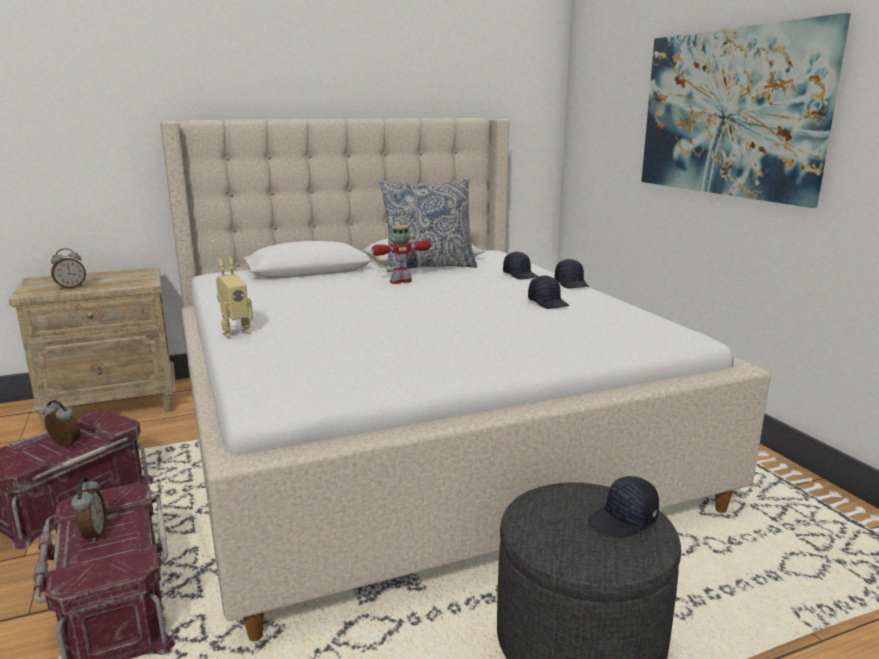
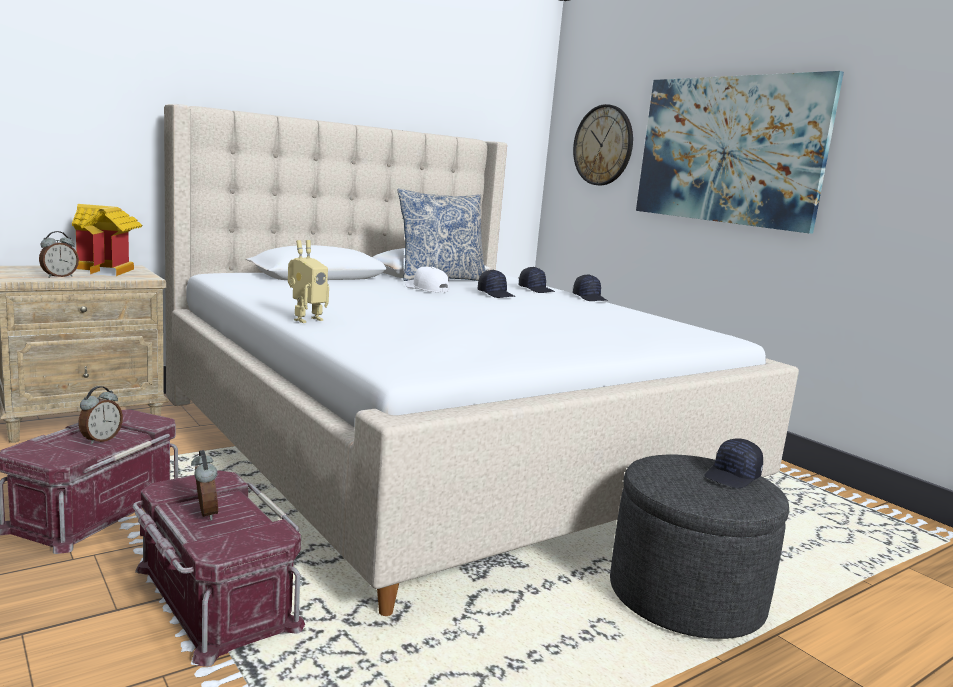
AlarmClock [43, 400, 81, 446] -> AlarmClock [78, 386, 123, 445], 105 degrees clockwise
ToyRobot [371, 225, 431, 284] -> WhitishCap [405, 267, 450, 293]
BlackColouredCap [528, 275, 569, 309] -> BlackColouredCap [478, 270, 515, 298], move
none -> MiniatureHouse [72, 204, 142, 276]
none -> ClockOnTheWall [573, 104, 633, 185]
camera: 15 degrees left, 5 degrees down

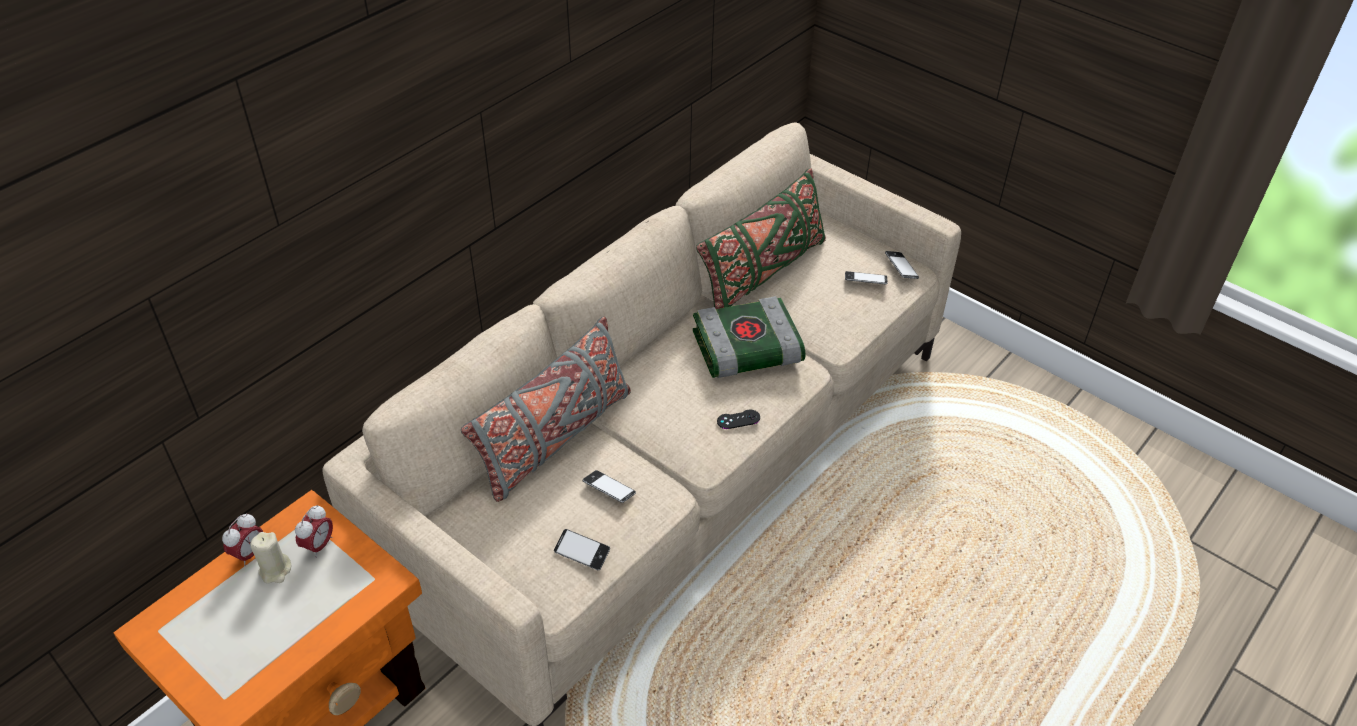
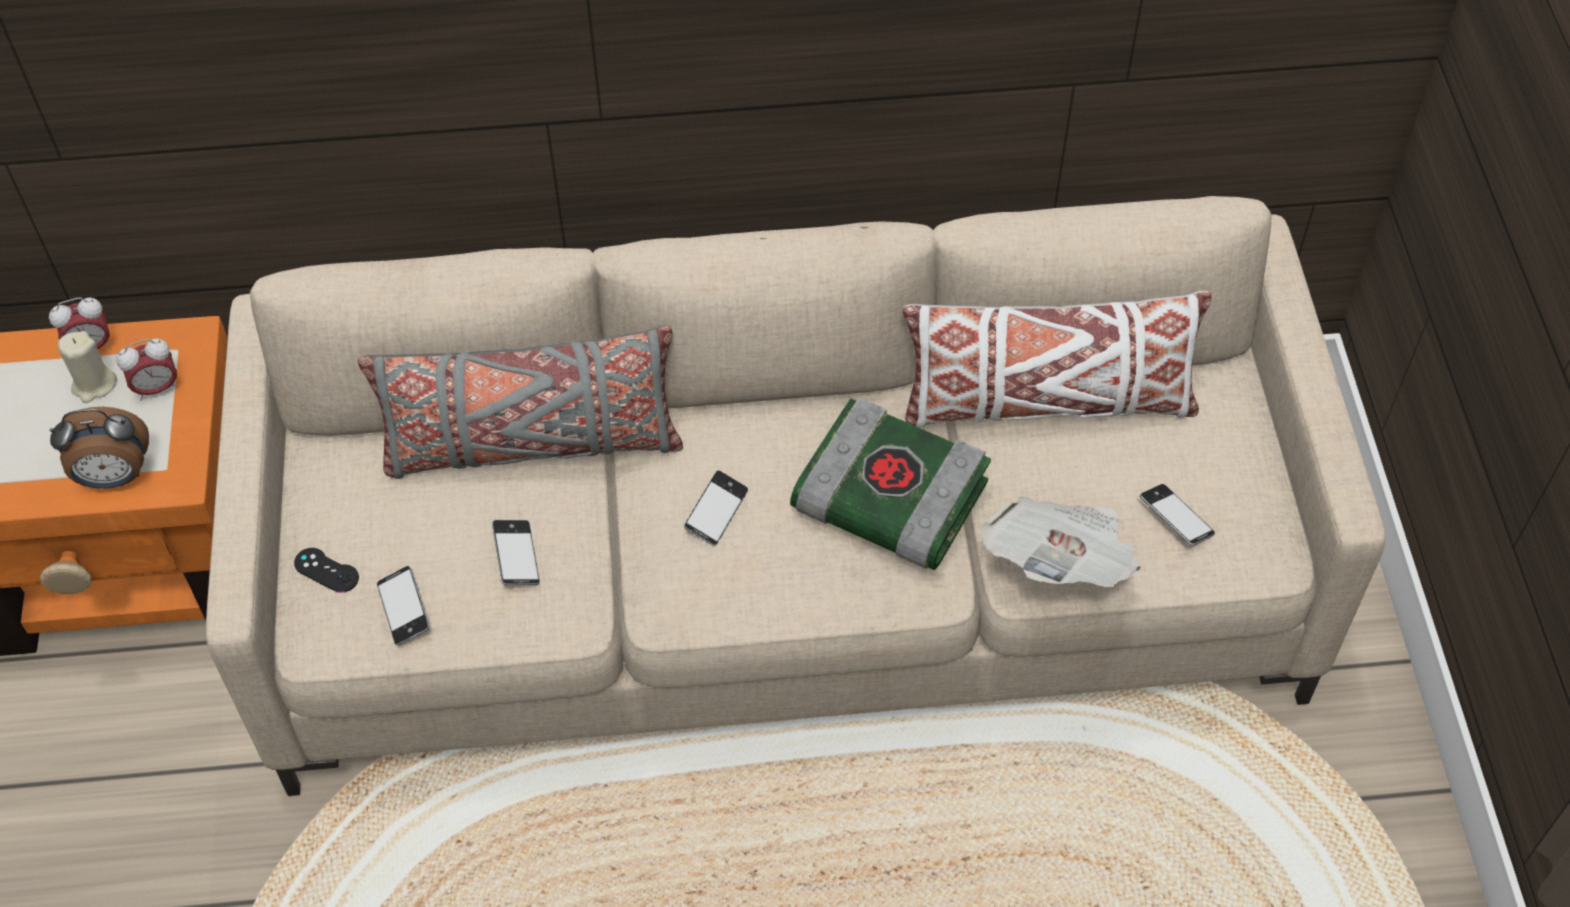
GreenColouredPillow [696, 168, 826, 309] -> WhitishPillow [902, 291, 1211, 428]
BlackColouredGamepad [717, 409, 760, 429] -> BlackColouredGamepad [294, 548, 359, 593], move
Telephone [885, 251, 919, 279] -> Telephone [684, 470, 748, 546], move
none -> AlarmClock [50, 407, 149, 489]
none -> PrintedPaper [980, 496, 1140, 587]
camera: 45 degrees right, 10 degrees up

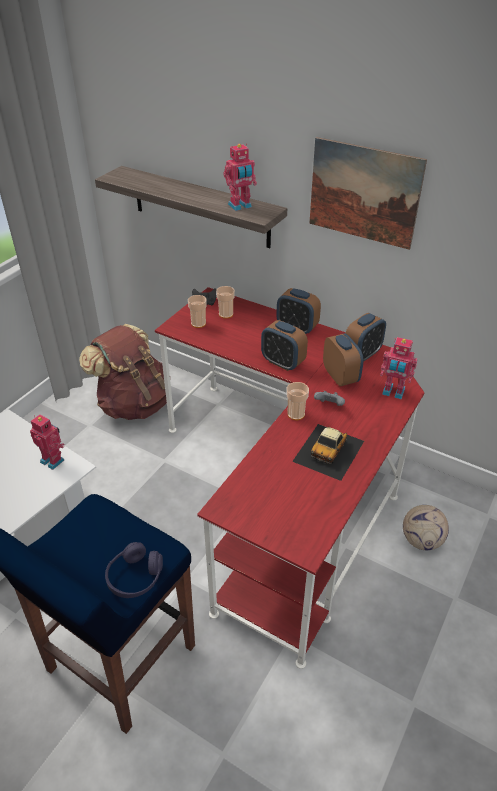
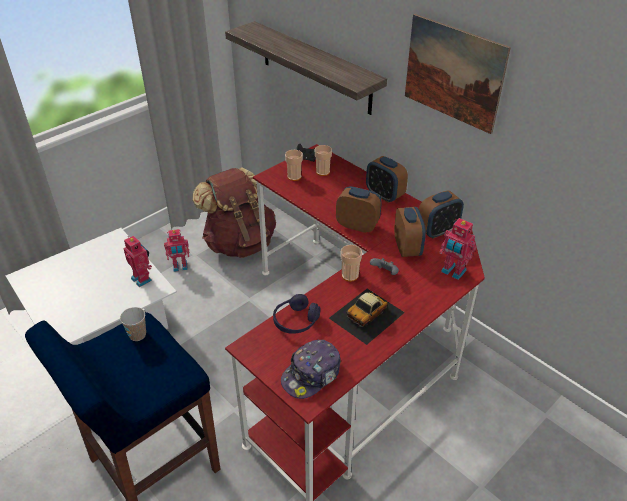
PurpleColouredPairOfHeadphones [105, 542, 163, 598] -> PurpleColouredPairOfHeadphones [273, 294, 321, 334], move
ToyRobot [223, 144, 257, 211] -> ToyRobot [164, 229, 189, 272], move
AlarmClock [261, 320, 308, 371] -> AlarmClock [336, 186, 382, 233], 150 degrees clockwise
BallForFootball [403, 505, 449, 550] -> none
none -> Cup [120, 307, 146, 341]
none -> Cap [281, 340, 341, 399]
camera: 15 degrees right, 0 degrees up

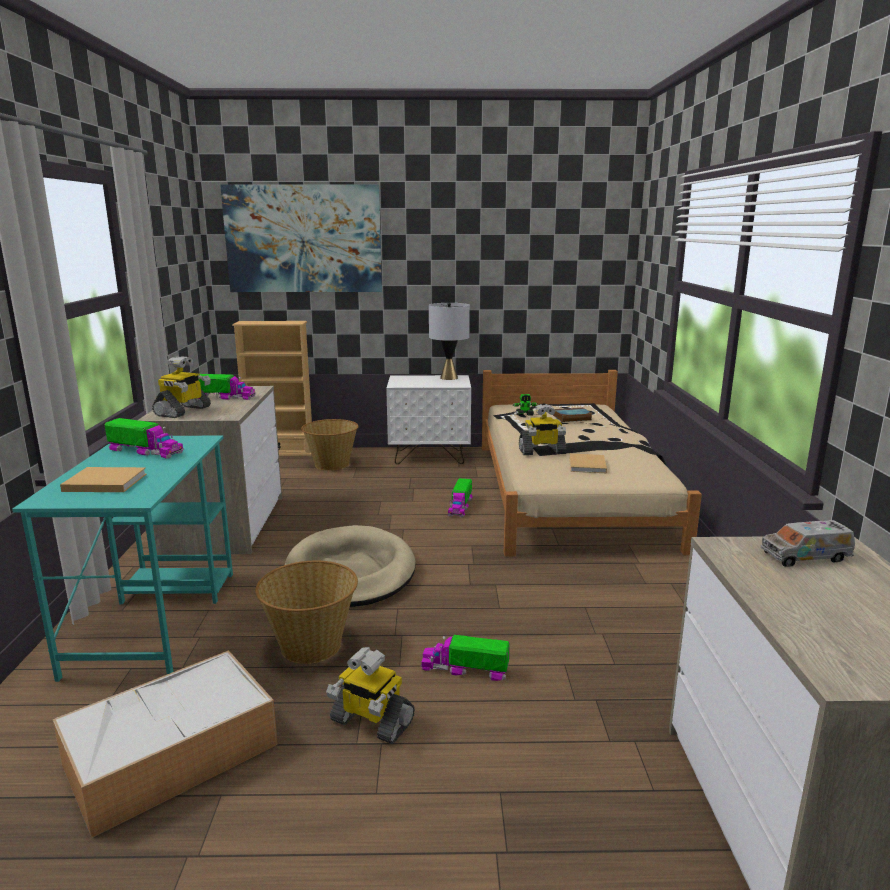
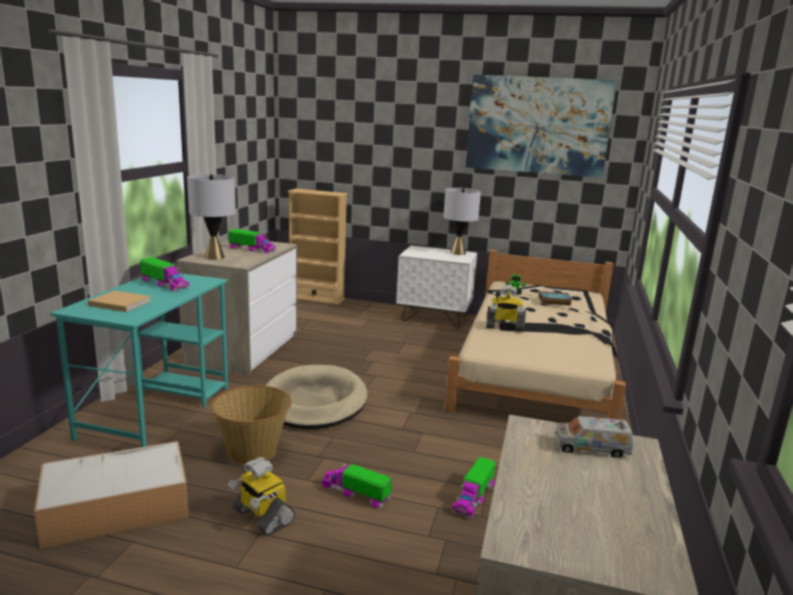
ToyRobot [152, 356, 211, 418] -> GreyishTabletopLamp [187, 174, 236, 260]
WallArt [220, 184, 382, 292] -> WallArt [466, 74, 617, 178], move
StorageBasket [301, 419, 359, 471] -> none
ToyTruck [448, 478, 473, 517] -> ToyTruck [452, 457, 495, 519], move
BeigeColouredBoundBook [569, 453, 607, 473] -> none
camera: 15 degrees right, 0 degrees up

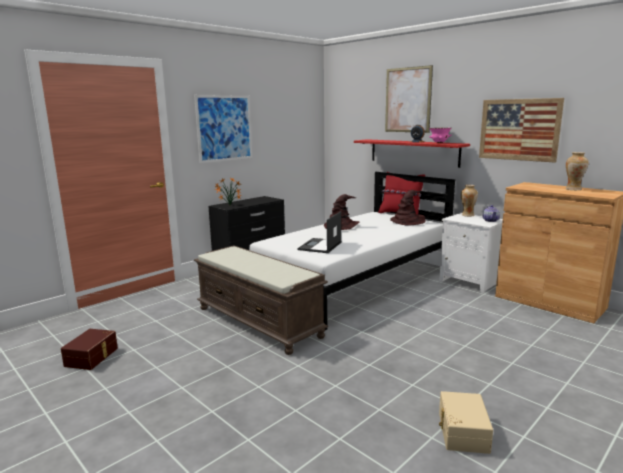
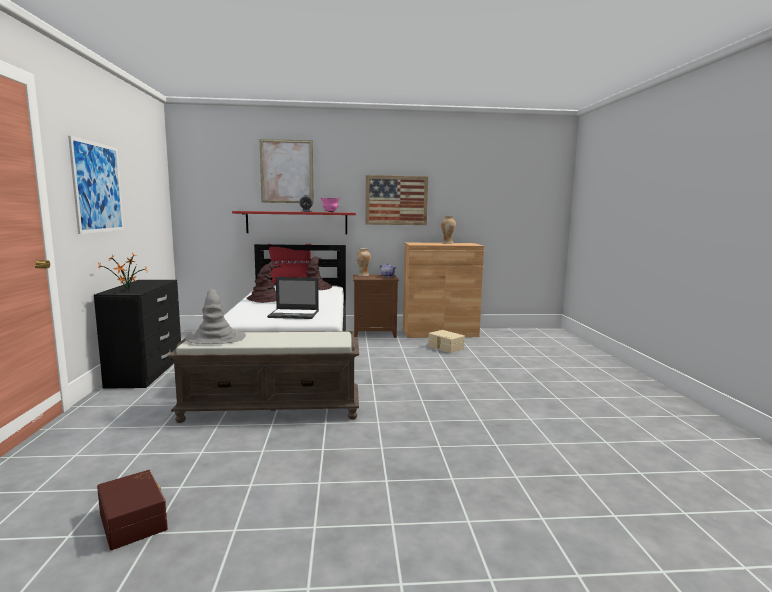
NotebookComputer [297, 211, 342, 253] -> NotebookComputer [267, 277, 319, 319], 60 degrees counterclockwise
WhitishNightTable [439, 213, 503, 293] -> BrownColouredNightTable [353, 275, 399, 338]
BeigeColouredStorageBin [439, 391, 493, 454] -> BeigeColouredStorageBin [428, 330, 465, 353], move
none -> GreyishWearableHat [185, 289, 246, 344]
camera: 50 degrees left, 5 degrees down

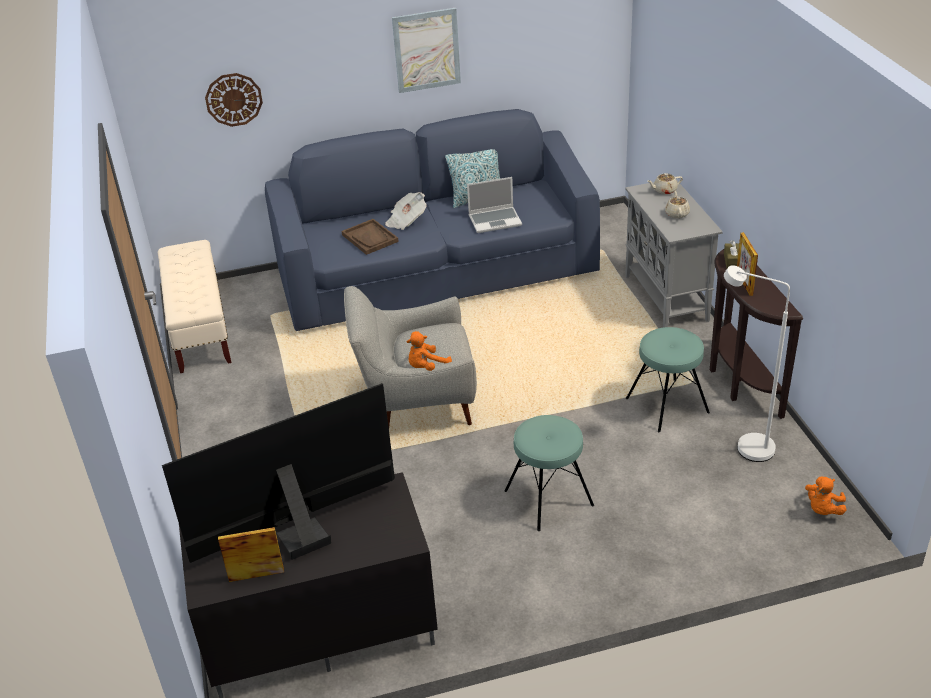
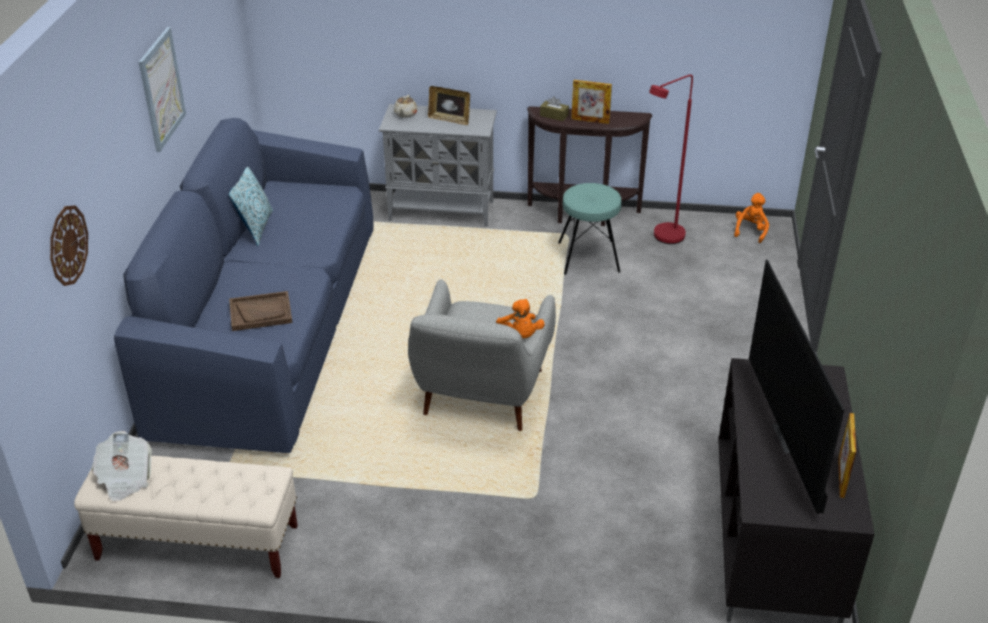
PrintedPaper [385, 192, 427, 230] -> PrintedPaper [91, 431, 152, 502], move
NotebookComputer [467, 177, 522, 233] -> none
BlueGreenStool [504, 415, 594, 531] -> none
BeigeColouredPotForTea [665, 191, 690, 219] -> PictureFrame [428, 86, 470, 125]
WhitishStandardLamp [724, 265, 790, 462] -> ReddishStandardLamp [649, 75, 693, 244]
OrangeySoftToy [805, 477, 846, 515] -> OrangeySoftToy [734, 193, 769, 243], 120 degrees counterclockwise
camera: 70 degrees left, 0 degrees up

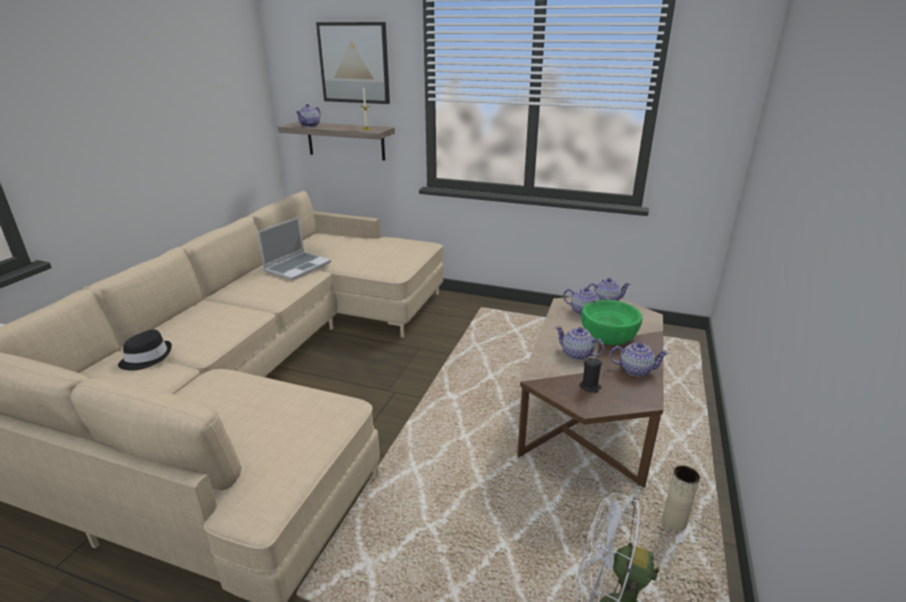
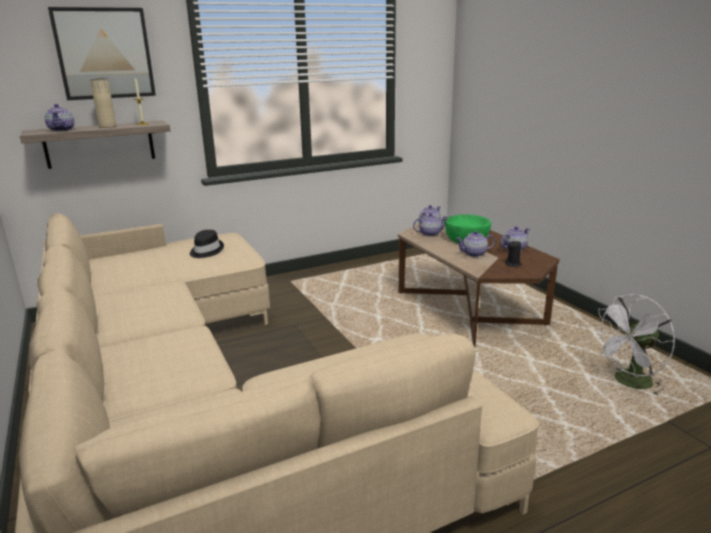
BlackColouredWearableHat [118, 329, 172, 371] -> BlackColouredWearableHat [190, 230, 224, 258], move
NotebookComputer [257, 217, 331, 280] -> none
BeigeColouredFlowerVase [662, 465, 700, 531] -> BeigeColouredFlowerVase [90, 78, 116, 128], move
camera: 45 degrees left, 5 degrees down

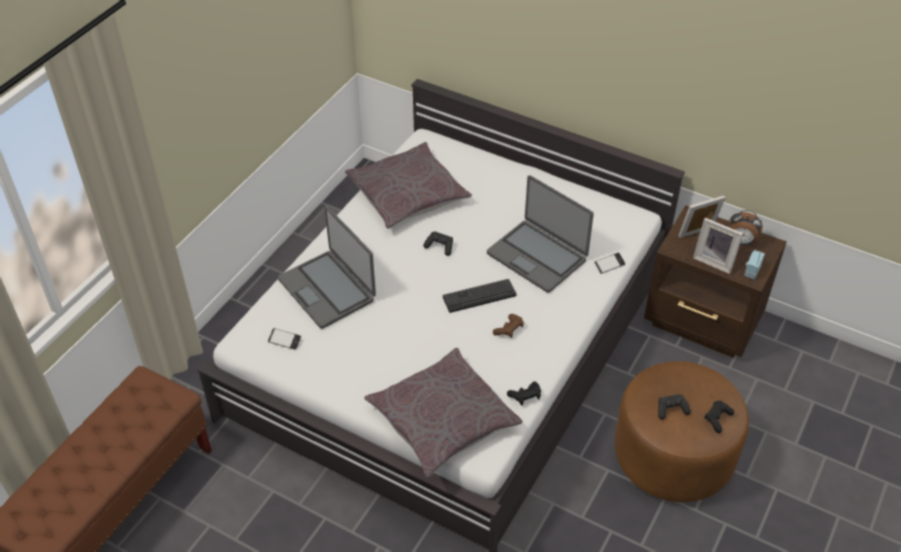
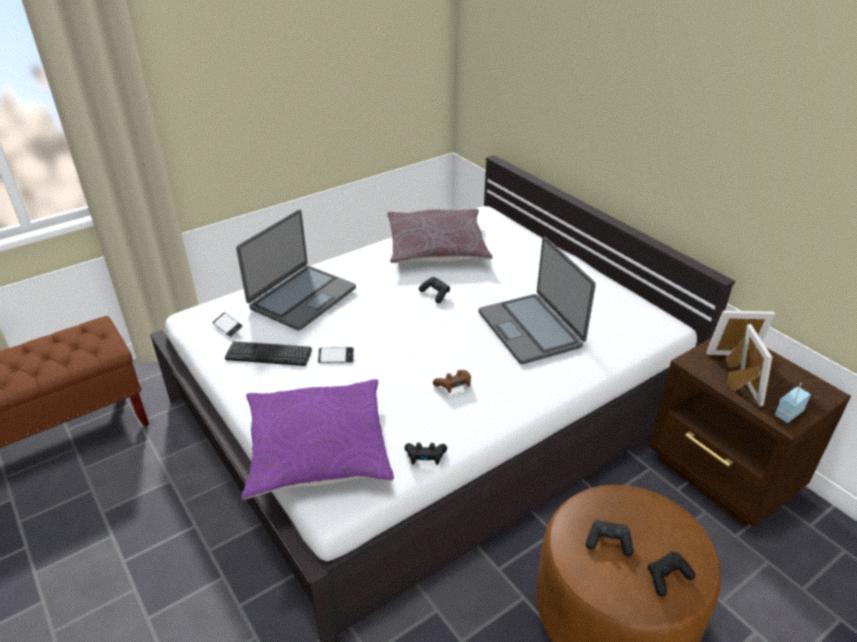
NotebookComputer [278, 206, 376, 329] -> NotebookComputer [236, 210, 356, 331], 135 degrees counterclockwise
GreyishPillow [364, 348, 522, 477] -> PurpleColouredPillow [241, 379, 394, 499]
ComputerKeyboard [443, 279, 516, 313] -> ComputerKeyboard [225, 341, 312, 366], move
Telephone [594, 253, 625, 274] -> Telephone [318, 347, 354, 363], move
PictureFrame [693, 218, 743, 274] -> PictureFrame [727, 324, 773, 406], 150 degrees counterclockwise
AlarmClock [728, 210, 762, 245] -> none
camera: 25 degrees right, 10 degrees down

